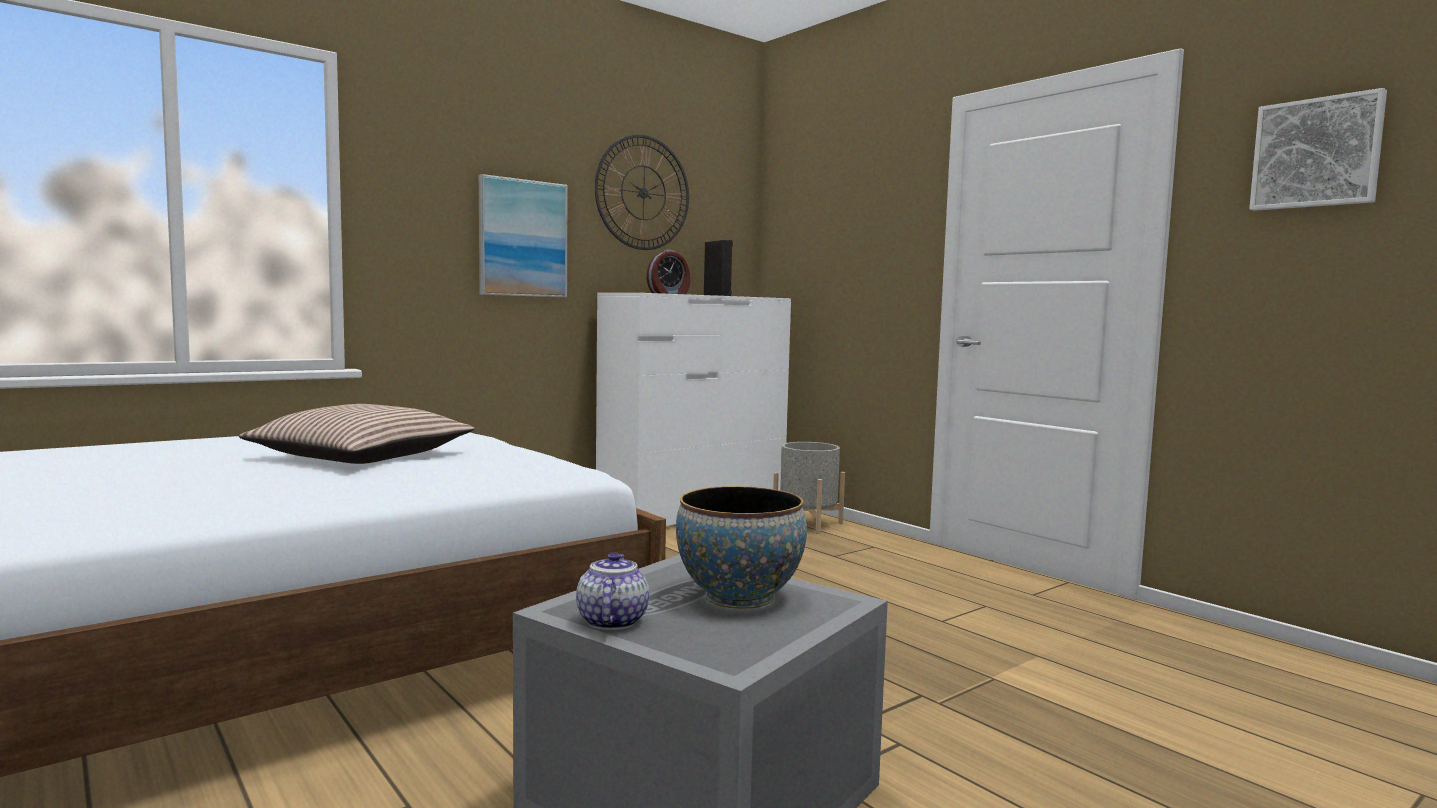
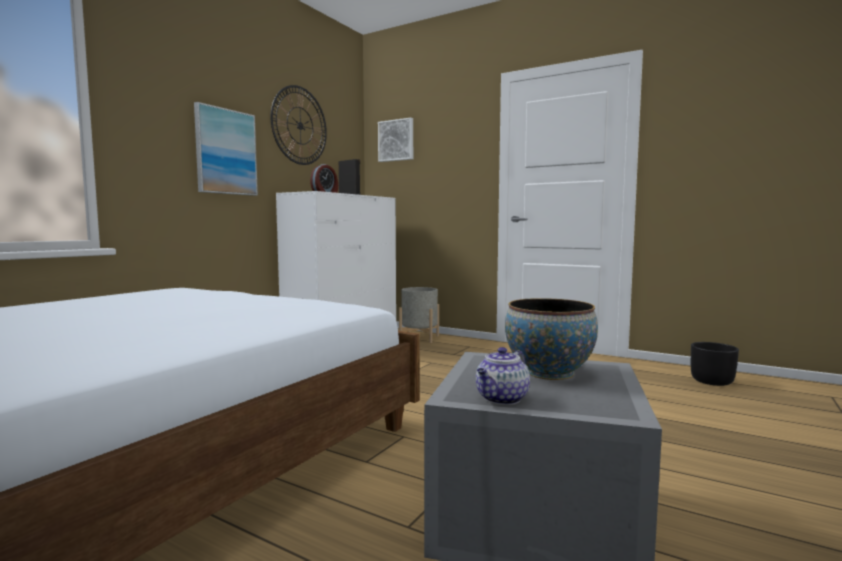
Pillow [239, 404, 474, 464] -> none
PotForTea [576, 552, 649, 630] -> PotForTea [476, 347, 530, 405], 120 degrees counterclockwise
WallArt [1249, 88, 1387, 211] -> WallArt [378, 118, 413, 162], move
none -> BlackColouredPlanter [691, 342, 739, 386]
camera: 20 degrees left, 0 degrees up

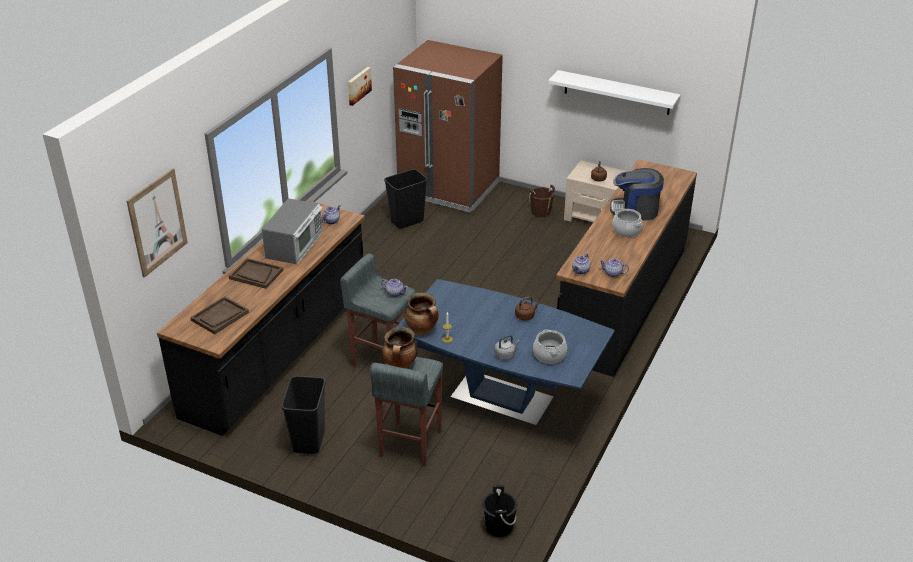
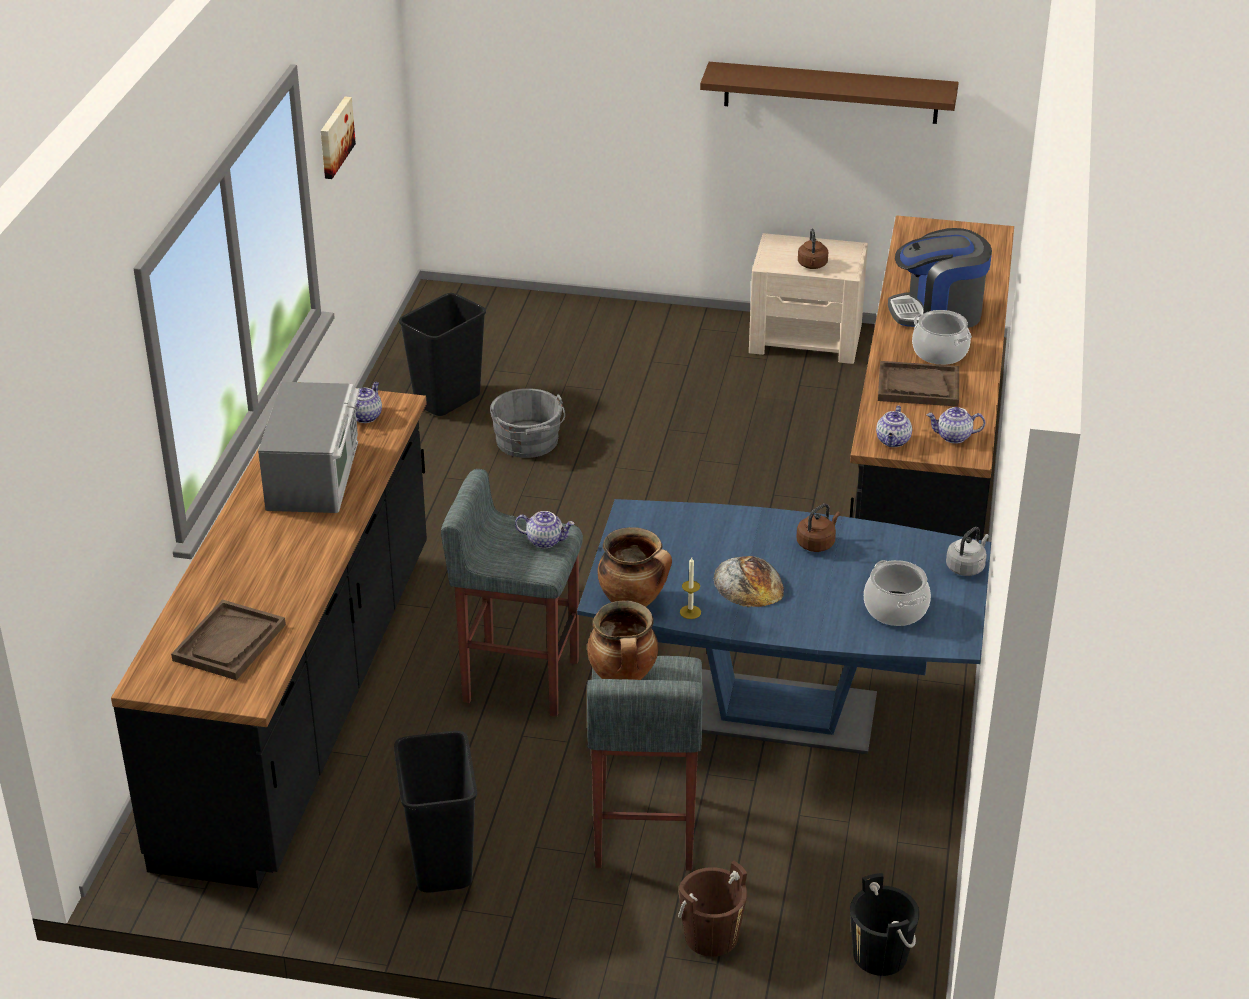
WallArt [126, 168, 188, 278] -> none
BrownColouredCarryingTray [229, 258, 283, 289] -> BrownColouredCarryingTray [878, 361, 959, 407], move
BrownColouredKitchenFridge [393, 40, 503, 212] -> none
GreyishKettle [495, 335, 520, 360] -> GreyishKettle [946, 527, 989, 576], move
BrownColouredPail [529, 185, 555, 217] -> BrownColouredPail [678, 861, 747, 957], move
WhitishWallShelf [548, 70, 681, 115] -> BrownColouredWallShelf [700, 62, 959, 124]
none -> GreyishPail [490, 388, 565, 458]
none -> Bread [713, 556, 784, 607]
camera: 15 degrees left, 0 degrees up

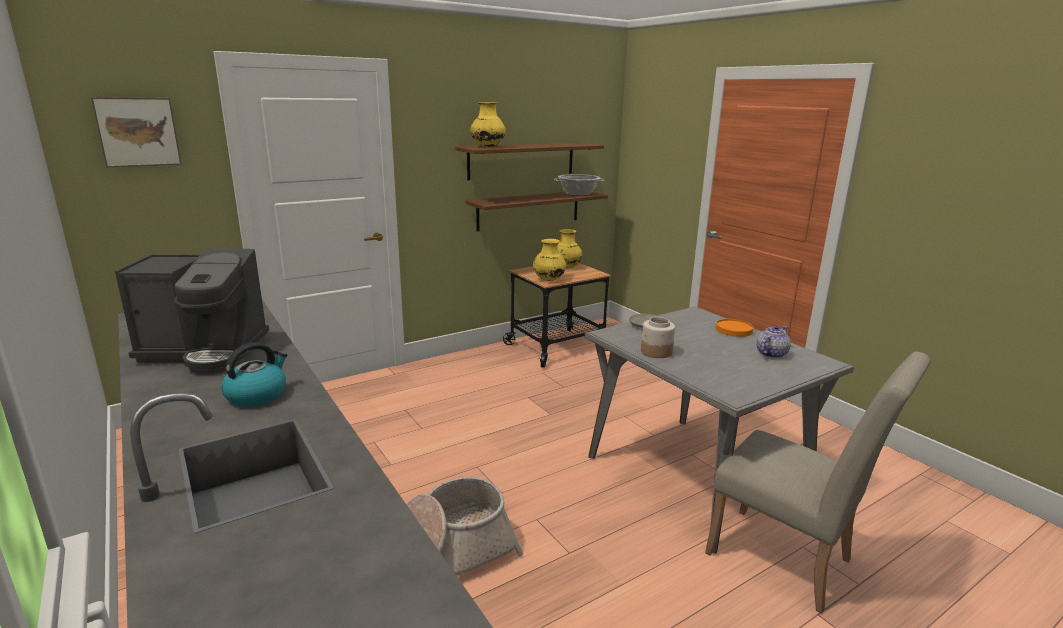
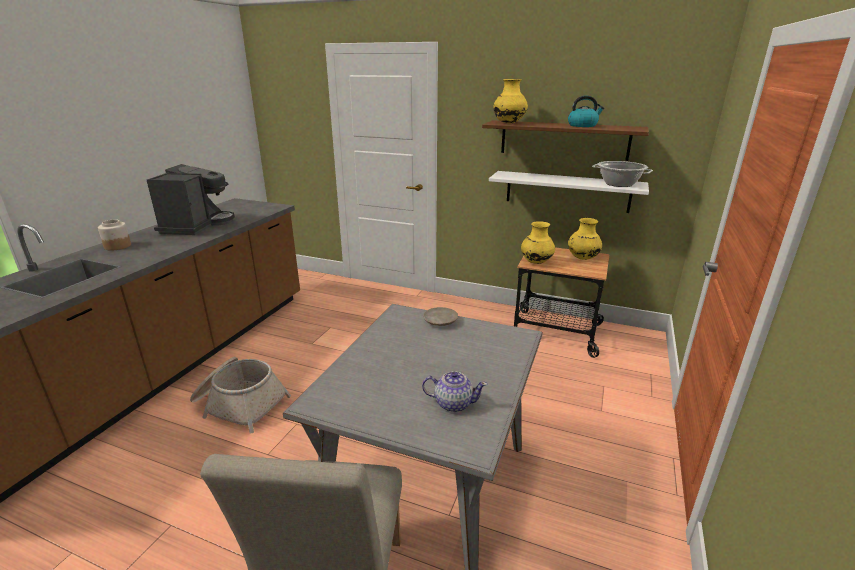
WallArt [91, 97, 182, 167] -> none
CoffeeMaker [115, 249, 269, 374] -> CoffeeMaker [147, 164, 235, 235], 135 degrees counterclockwise
Kettle [221, 342, 287, 407] -> Kettle [568, 96, 604, 127], move
BrownColouredWallShelf [466, 192, 608, 231] -> WhitishWallShelf [489, 171, 649, 213]
PreserveJar [641, 317, 675, 358] -> PreserveJar [98, 220, 131, 251], move
OrangeyFlatDish [716, 319, 754, 337] -> none
camera: 55 degrees right, 5 degrees up

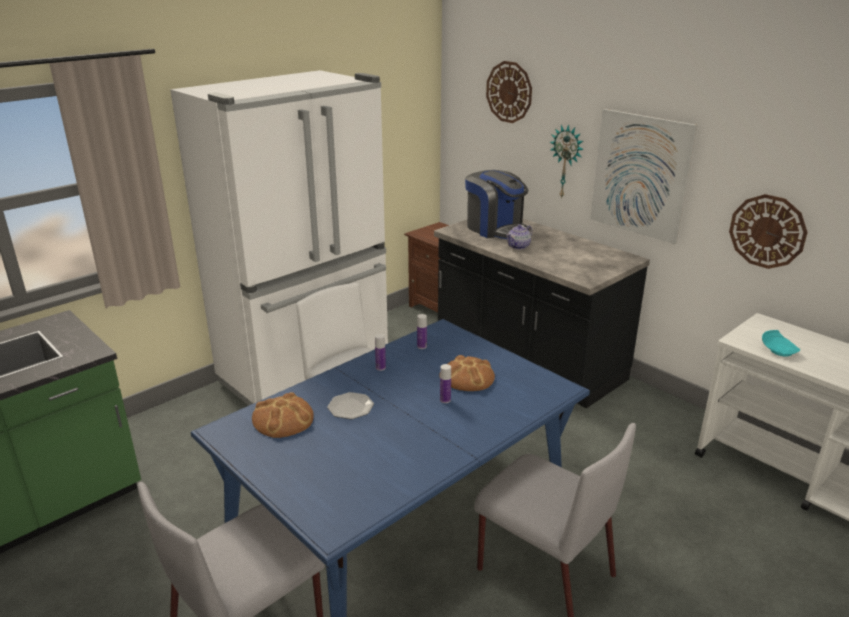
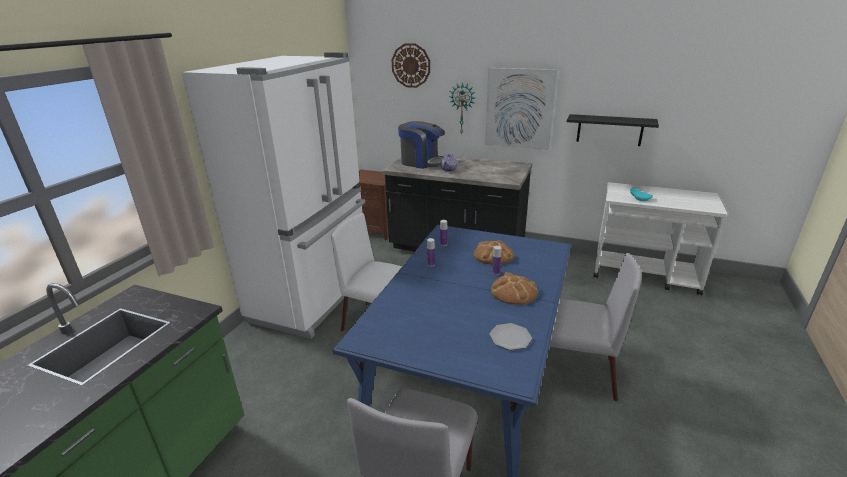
Bread [252, 392, 313, 438] -> Bread [491, 272, 538, 305], move
FlatDish [327, 392, 374, 419] -> FlatDish [490, 323, 532, 350], move
ClockOnTheWall [729, 194, 808, 269] -> BlackColouredWallShelf [567, 114, 659, 146]
camera: 25 degrees left, 0 degrees up

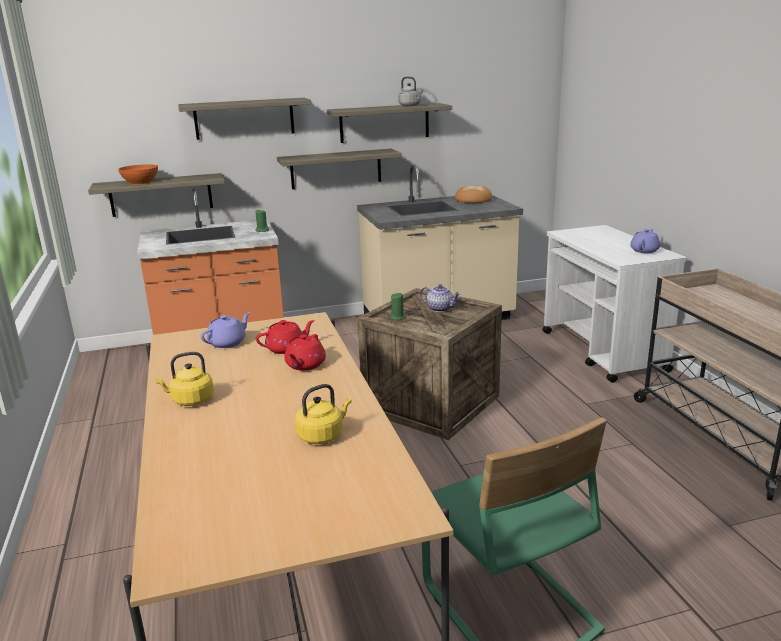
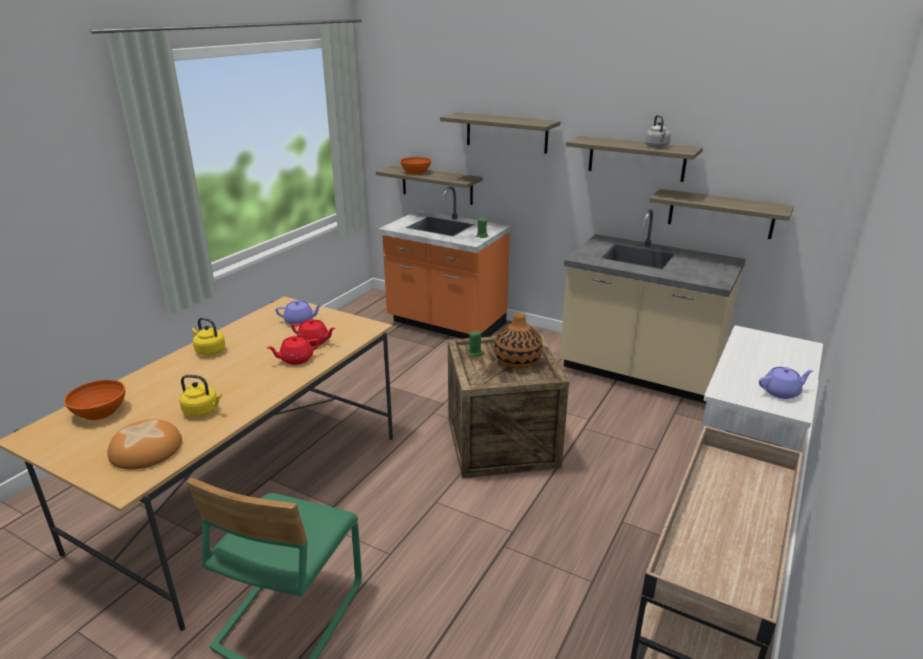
WallShelf [277, 149, 402, 189] -> WallShelf [649, 189, 794, 239], move
PotForTea [420, 284, 460, 312] -> FlowerVase [494, 313, 542, 368]
Bread [455, 185, 492, 203] -> Bread [107, 419, 182, 470], move
none -> OrangeyServingBowl [64, 380, 125, 420]
camera: 45 degrees right, 5 degrees up

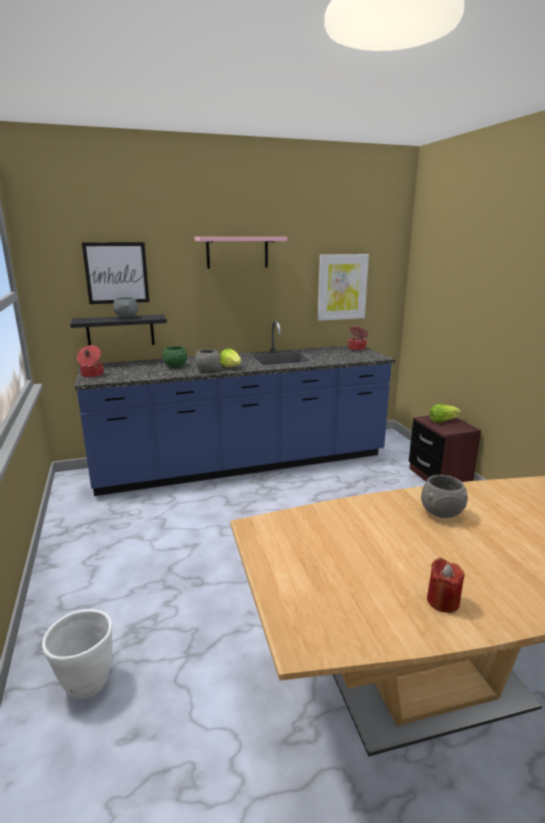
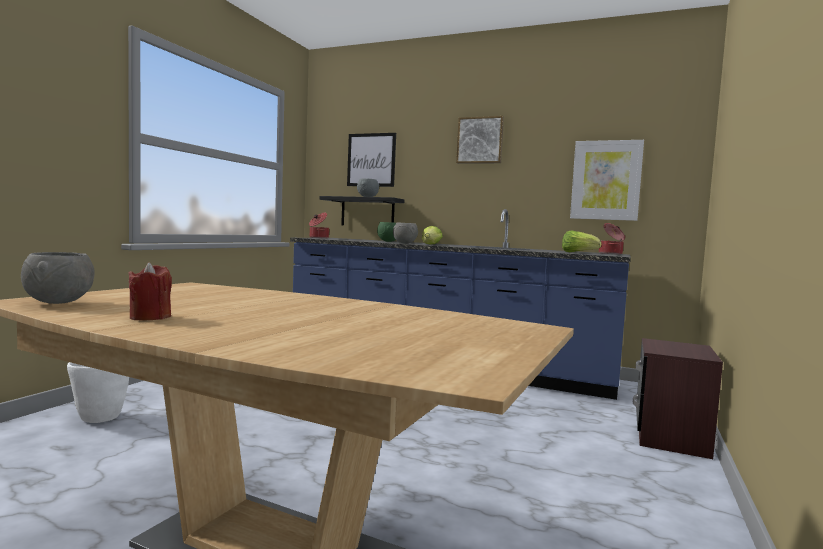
PinkishWallShelf [195, 237, 287, 269] -> WallArt [456, 116, 504, 164]
GreyishServingBowl [421, 475, 468, 518] -> GreyishServingBowl [21, 252, 95, 304], move
HeadOfLettuce [430, 404, 461, 422] -> HeadOfLettuce [562, 231, 601, 252], move
camera: 40 degrees right, 15 degrees down

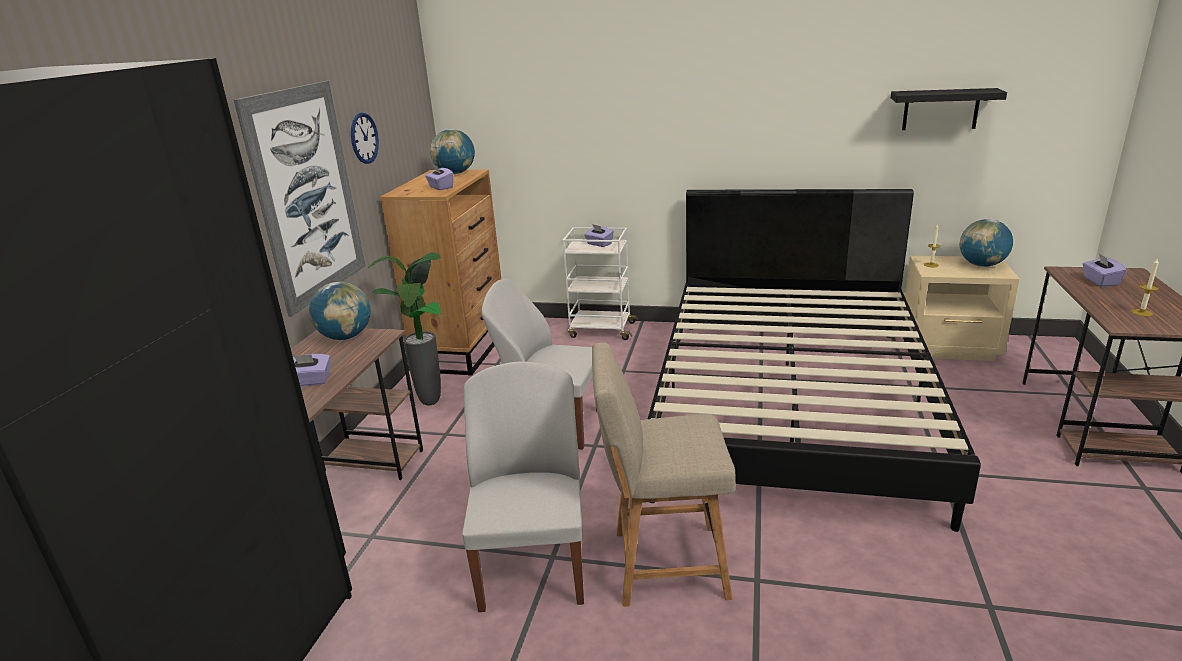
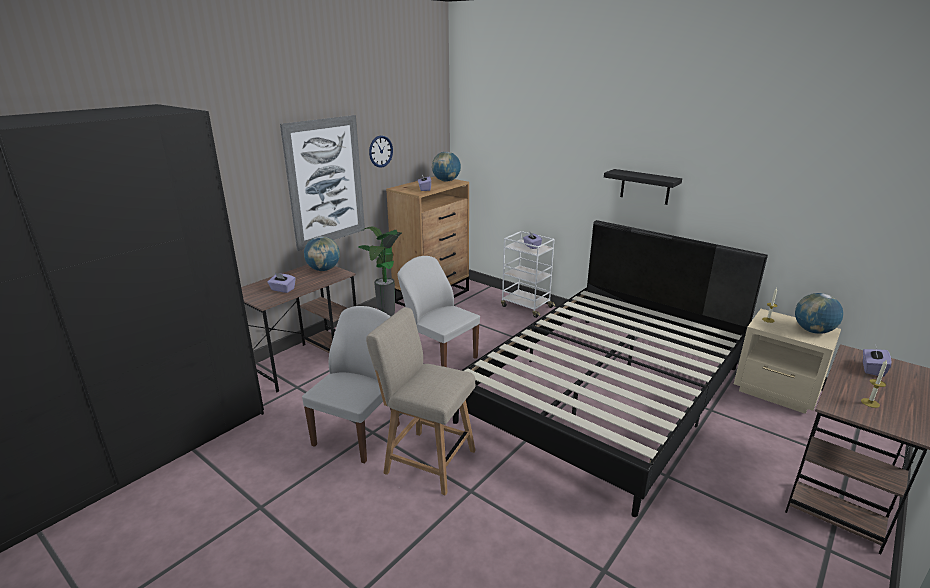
BlackColouredWallShelf [891, 88, 1007, 130] -> BlackColouredWallShelf [604, 169, 682, 205], move
camera: 25 degrees right, 0 degrees up

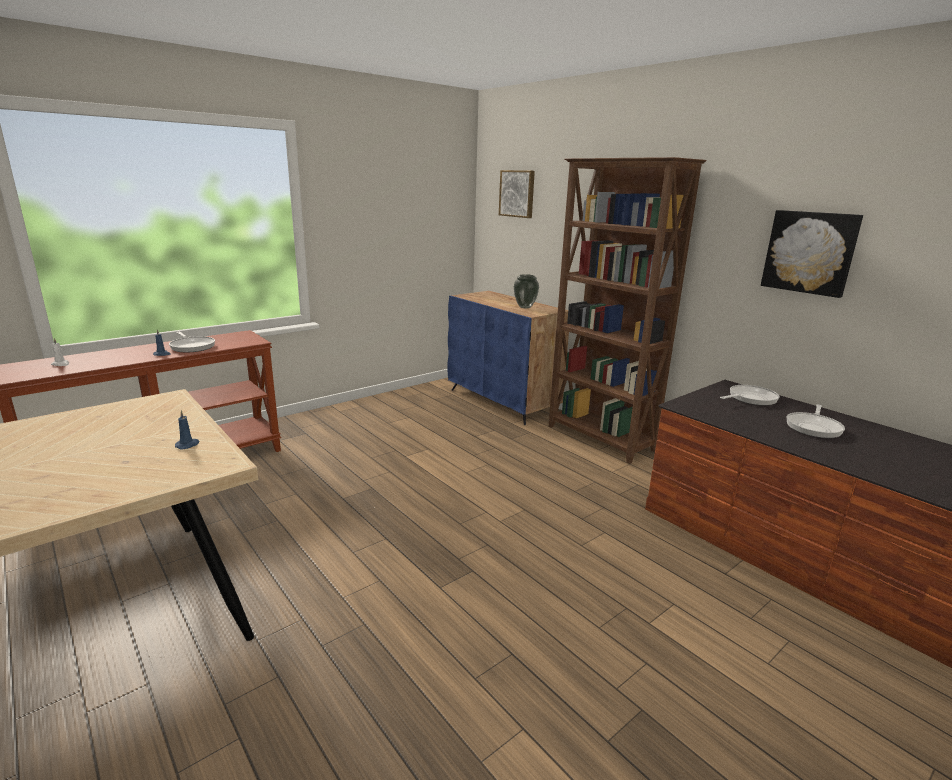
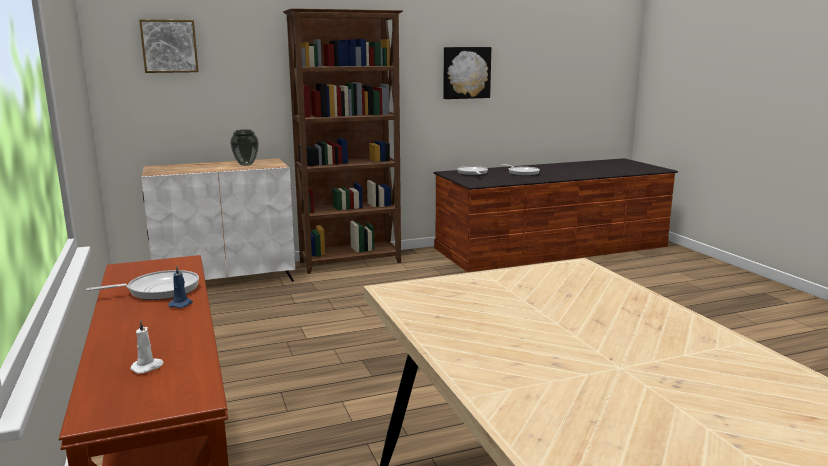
BlueColouredWaxCandle [175, 410, 200, 450] -> none
BlueColouredCabinet [448, 291, 569, 425] -> WhitishCabinet [141, 158, 295, 282]
camera: 70 degrees left, 5 degrees down

